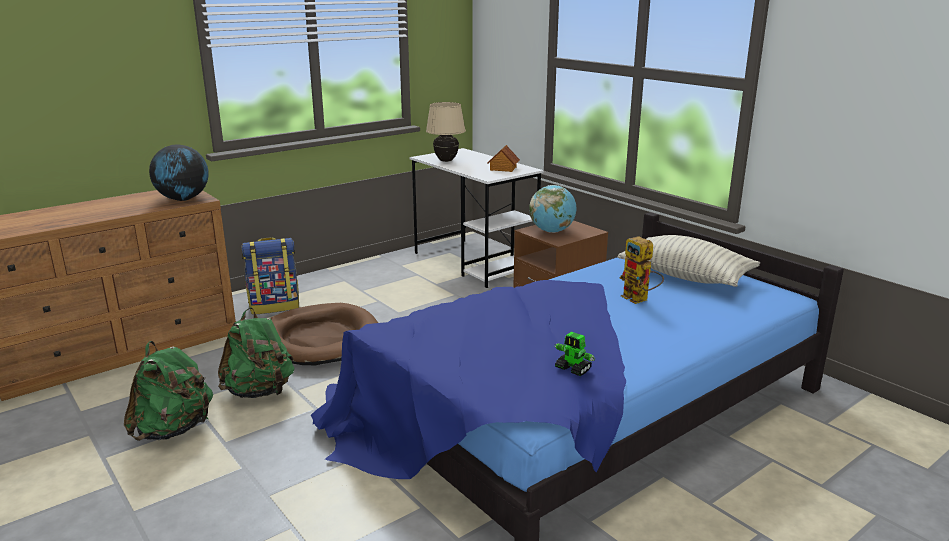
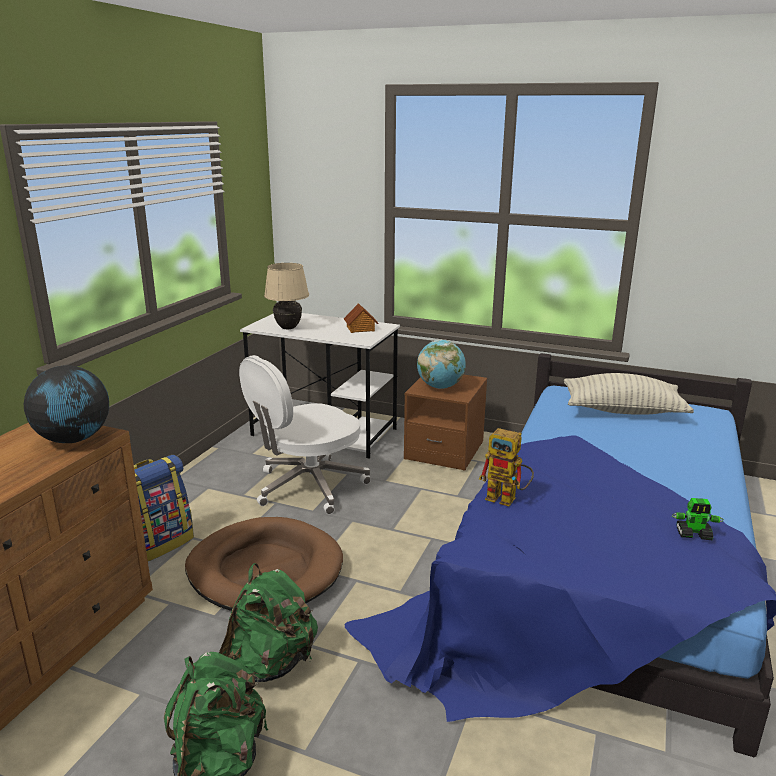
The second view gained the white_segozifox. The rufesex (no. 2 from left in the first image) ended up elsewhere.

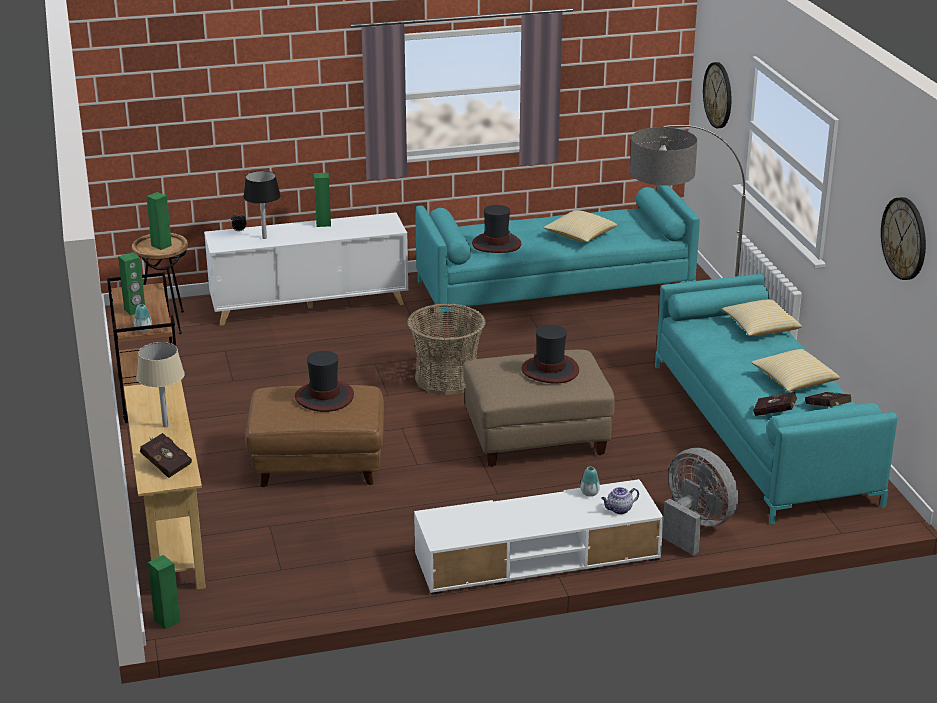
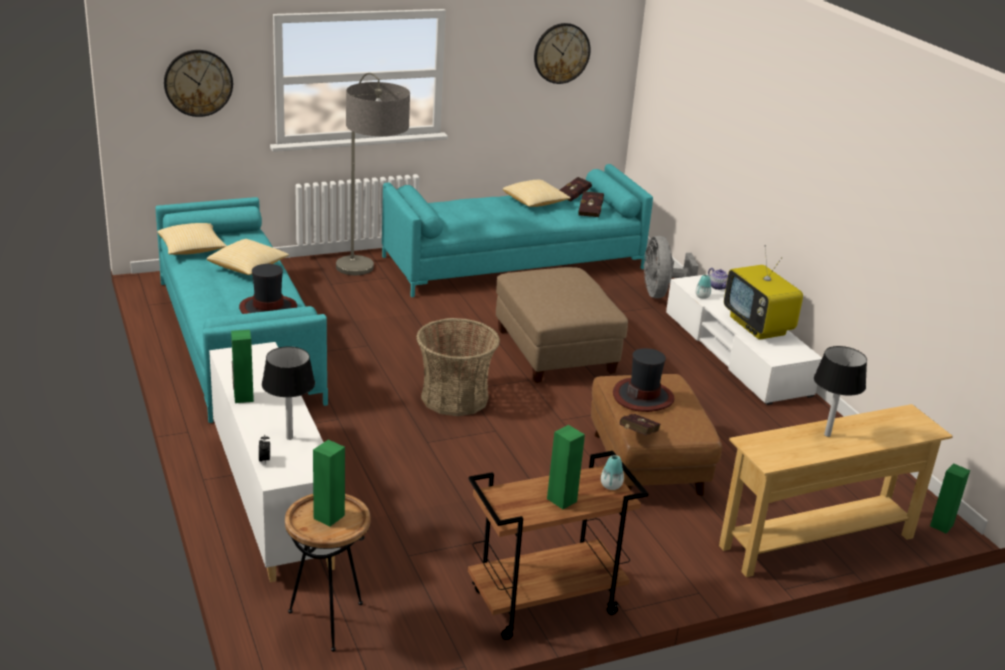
The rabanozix (no. 2 from left in the first image) ended up elsewhere. The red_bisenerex (no. 1 from left in the first image) ended up elsewhere. The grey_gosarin ended up facing another way, 45 degrees counterclockwise from before. The second view gained the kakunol. What was the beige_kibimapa turned into the black_kibimapa (no. 2 from left). The second view lost the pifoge (no. 3 from left).

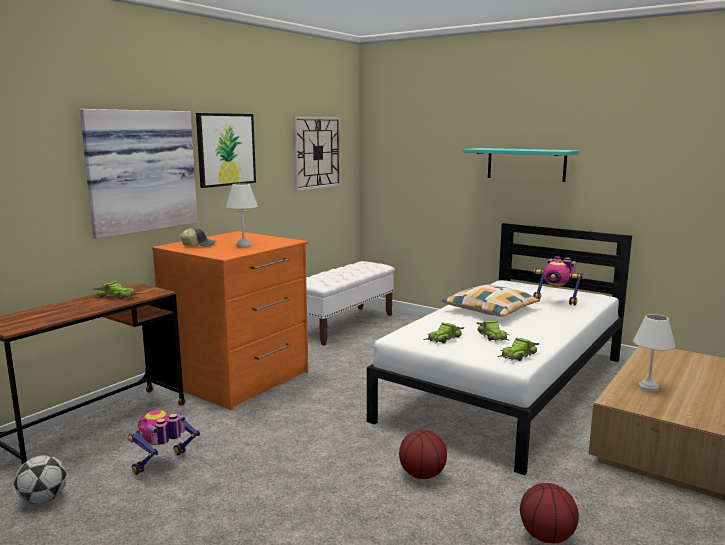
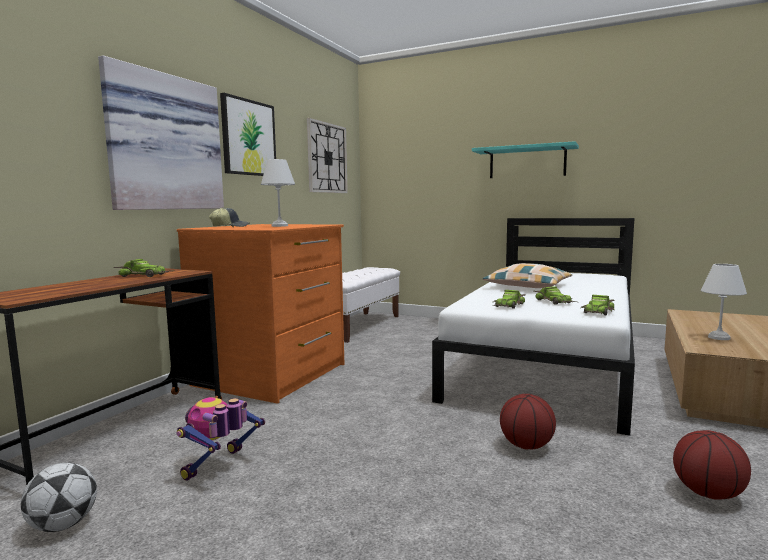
The second view lost the rufesex (no. 2 from left).

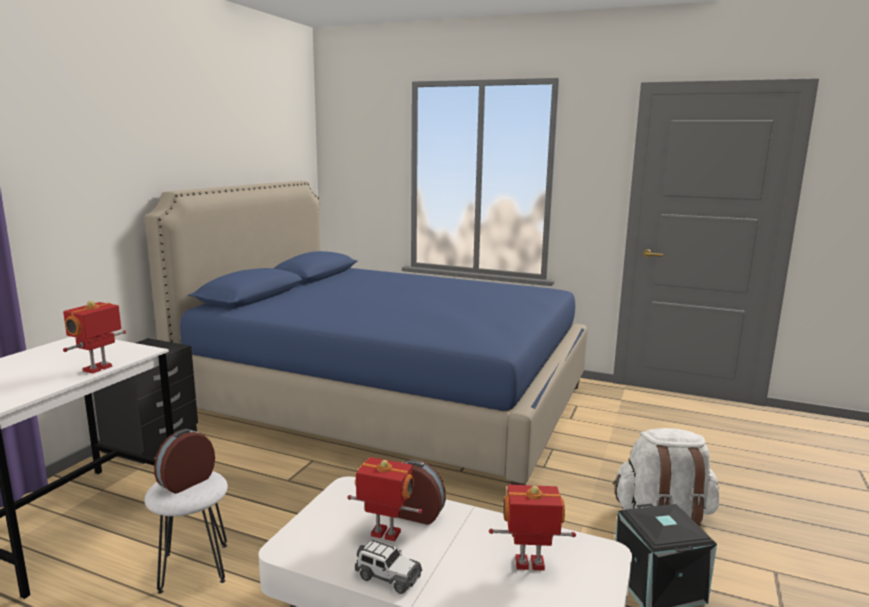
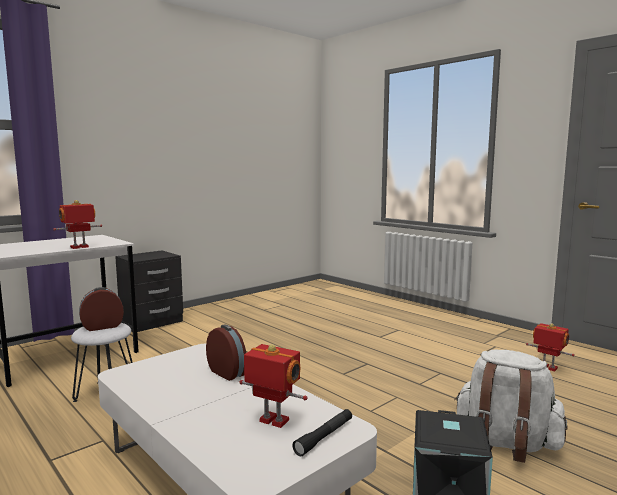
The second view gained the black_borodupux. The rufesex (no. 2 from left in the first image) ended up elsewhere. The second view lost the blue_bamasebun. The second view lost the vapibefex.

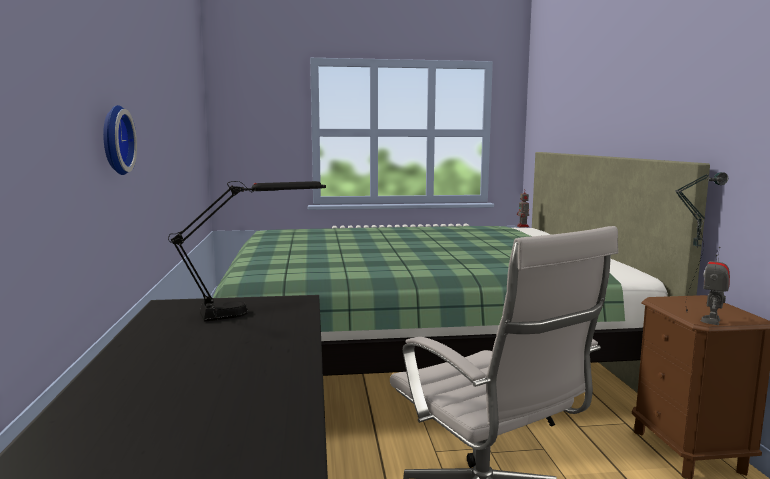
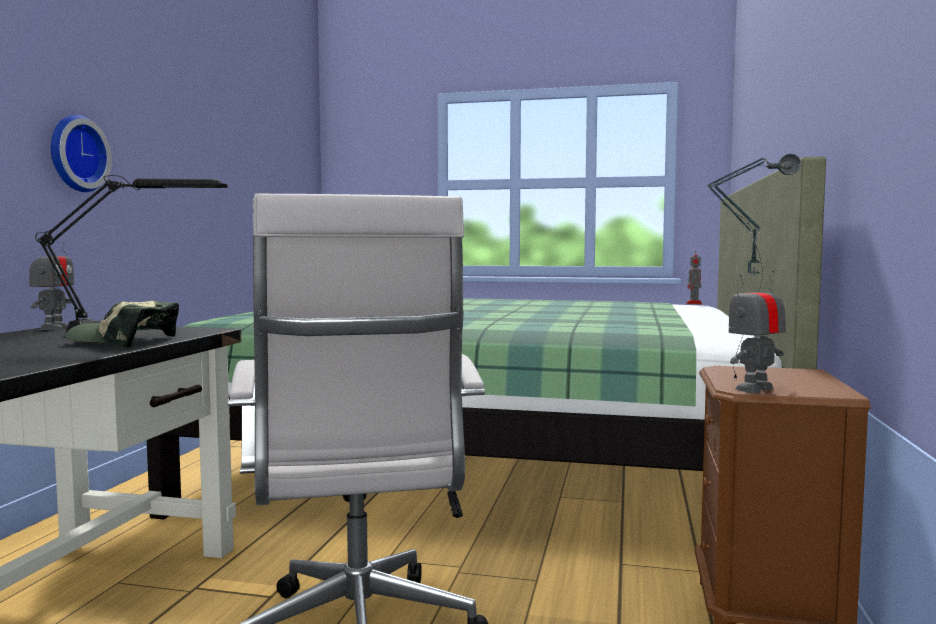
The second view gained the rufesex (no. 1 from left). The second view gained the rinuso.

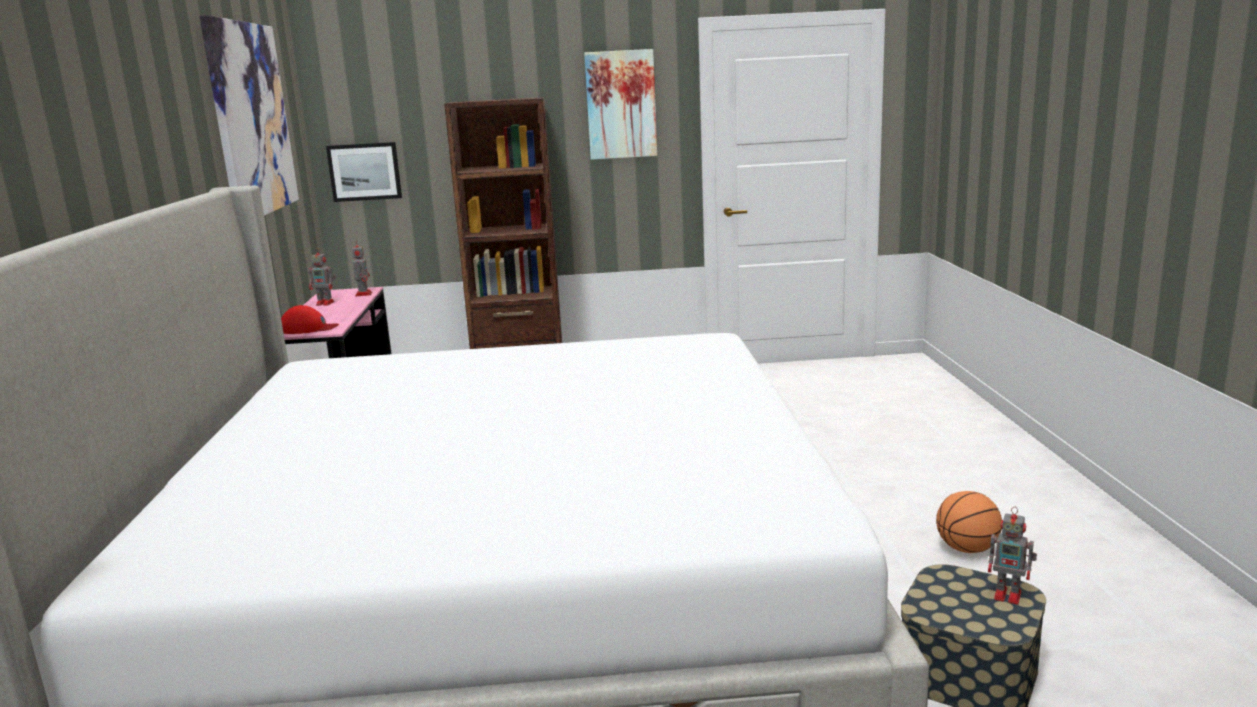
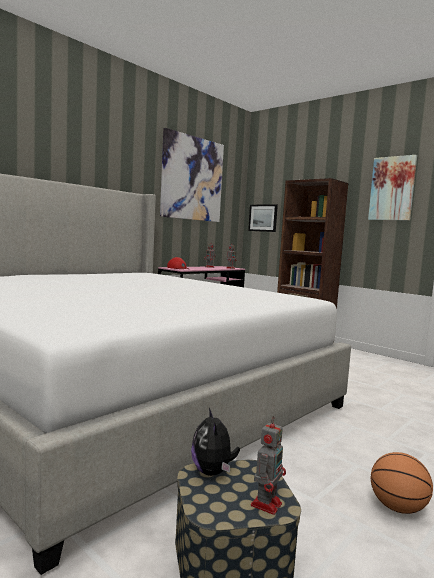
The second view gained the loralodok. The rufesex (no. 3 from left) ended up facing another way, 135 degrees counterclockwise from before.

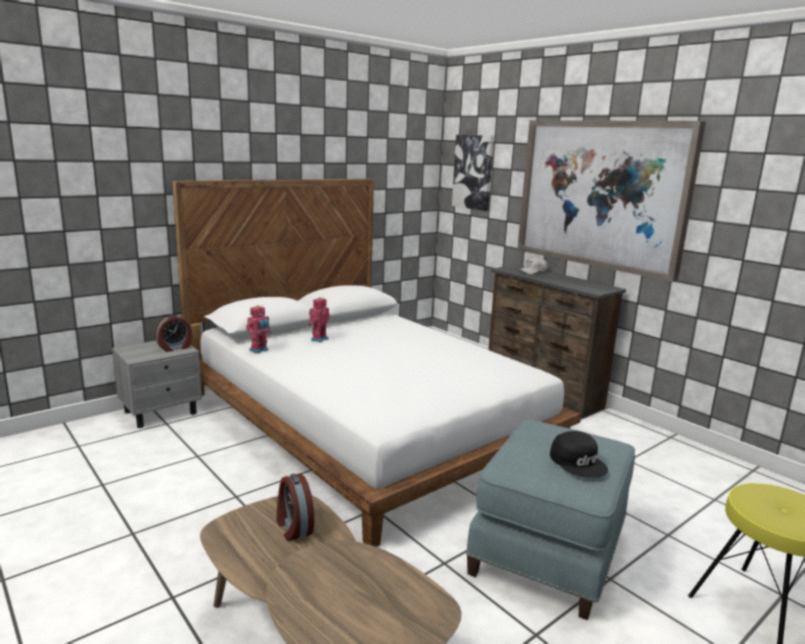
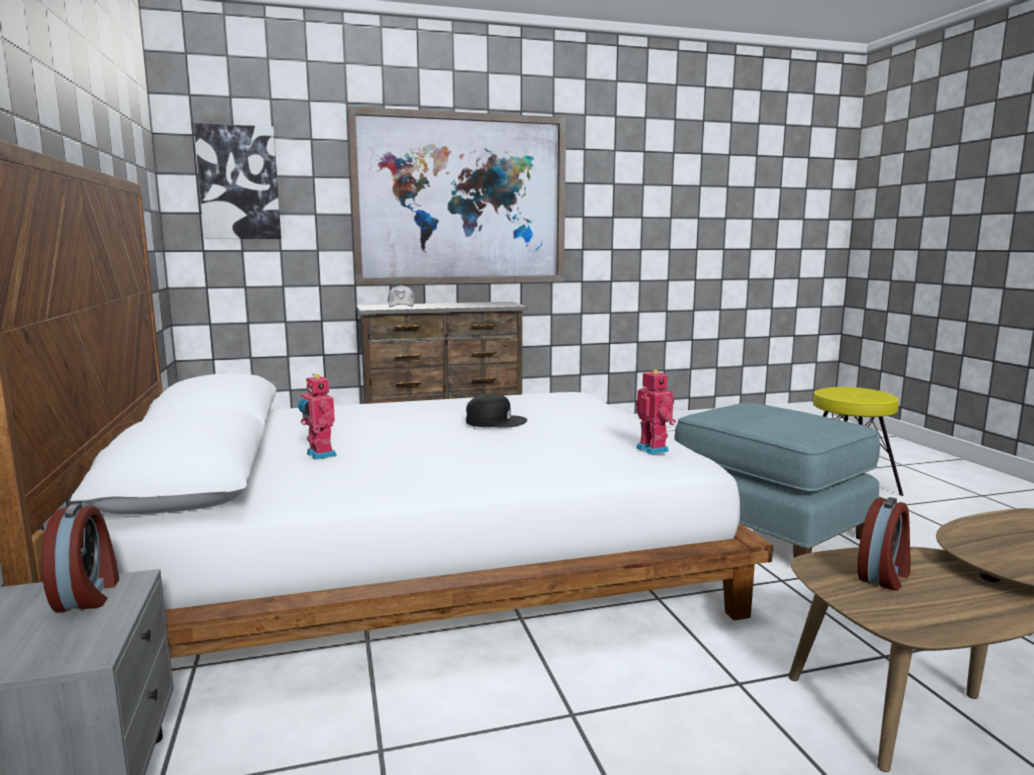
The black_rinuso ended up elsewhere. The rufesex (no. 1 from left in the first image) ended up elsewhere. The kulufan (no. 2 from left) ended up facing another way, 45 degrees counterclockwise from before.

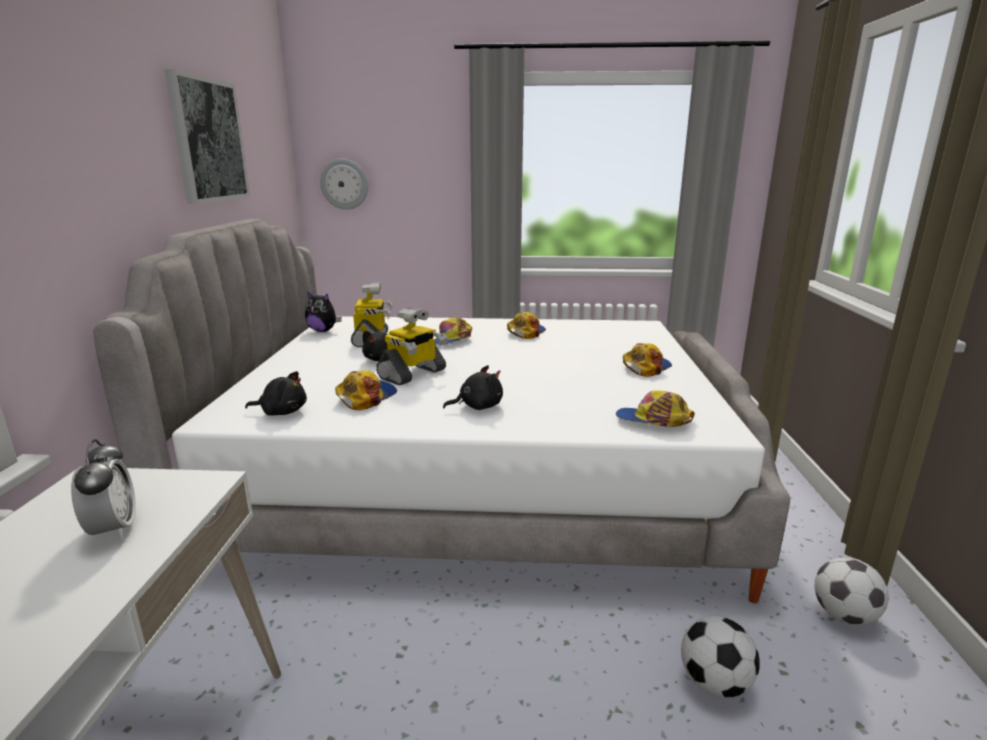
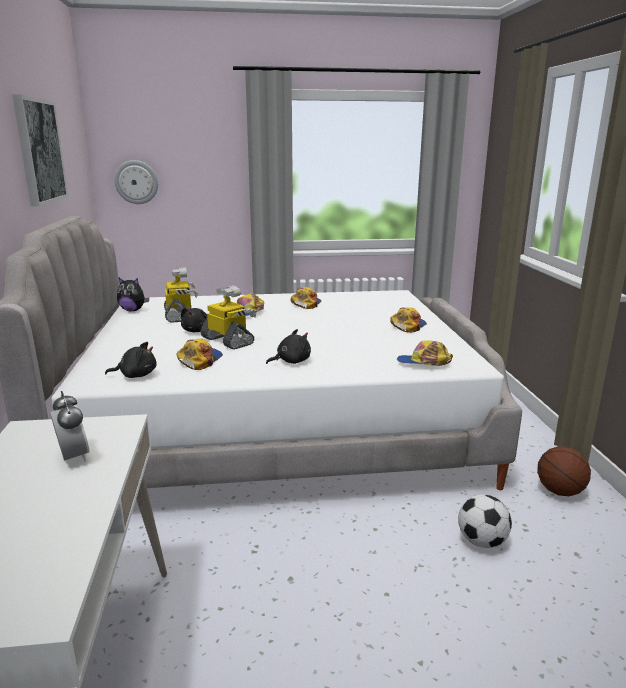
The rufesex (no. 2 from left) ended up facing another way, 75 degrees counterclockwise from before. Where the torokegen (no. 2 from left) stood, the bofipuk came to stand.

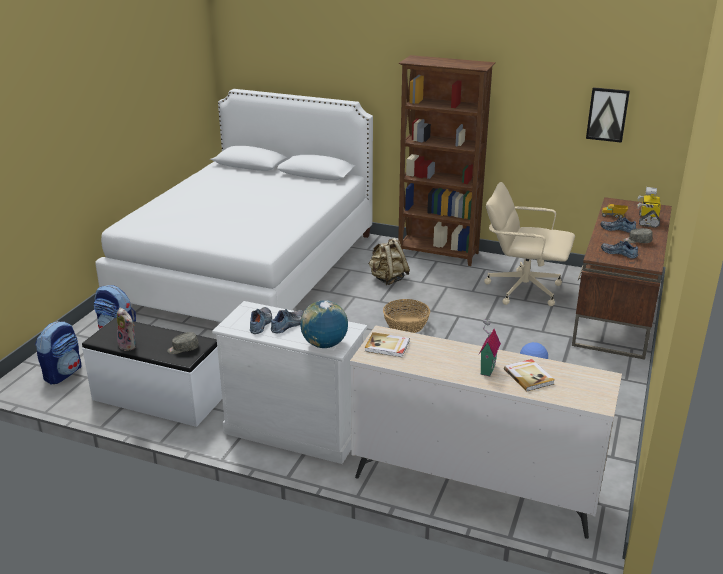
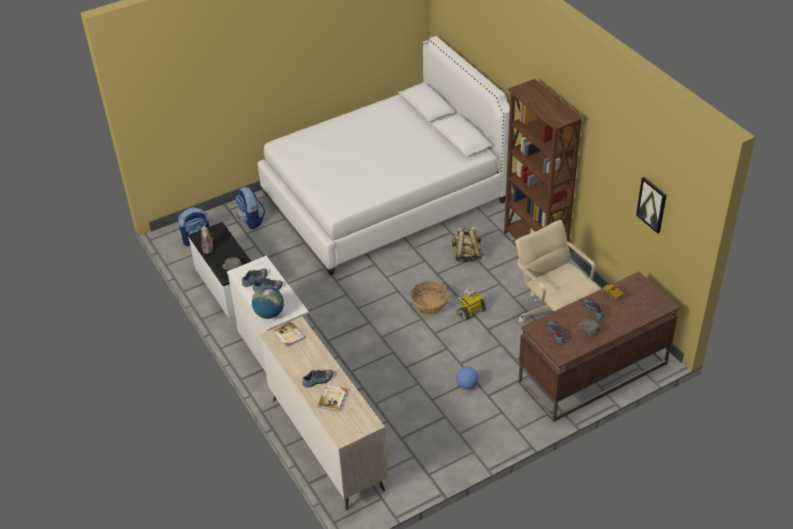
Where the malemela stood, the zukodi (no. 3 from left) came to stand. The rufesex ended up elsewhere.

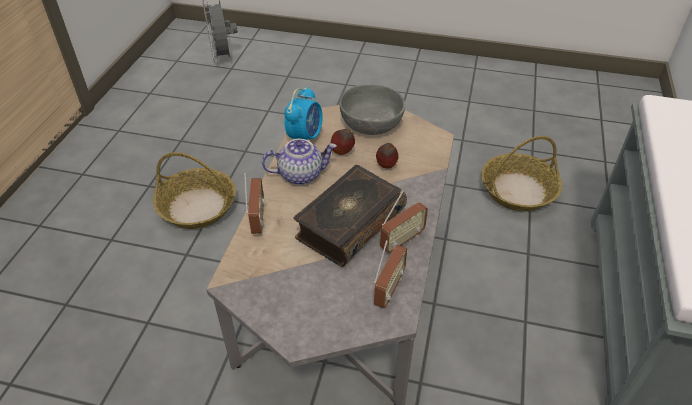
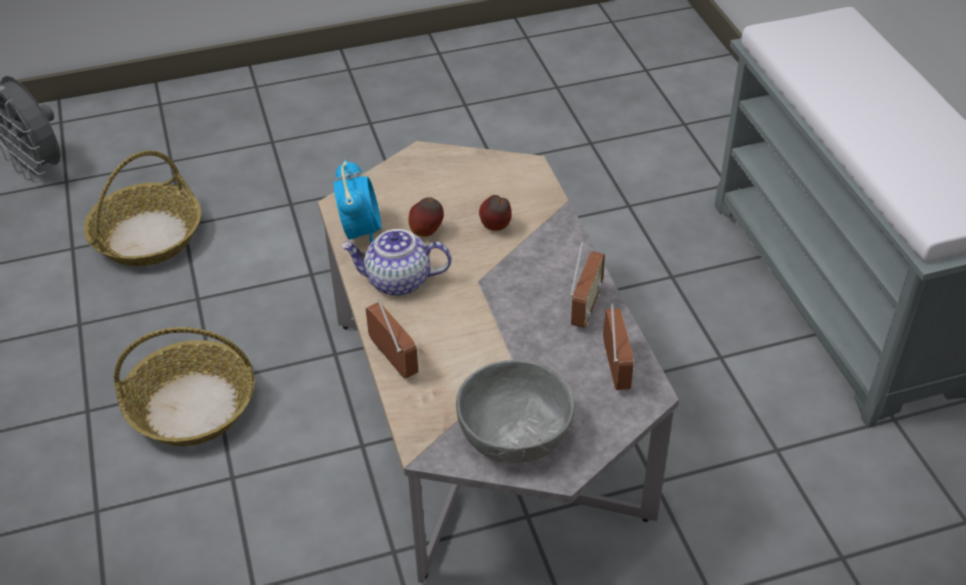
The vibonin (no. 2 from left in the first image) ended up elsewhere. The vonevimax ended up facing another way, 135 degrees counterclockwise from before. The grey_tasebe ended up elsewhere. The second view lost the bisenerex.

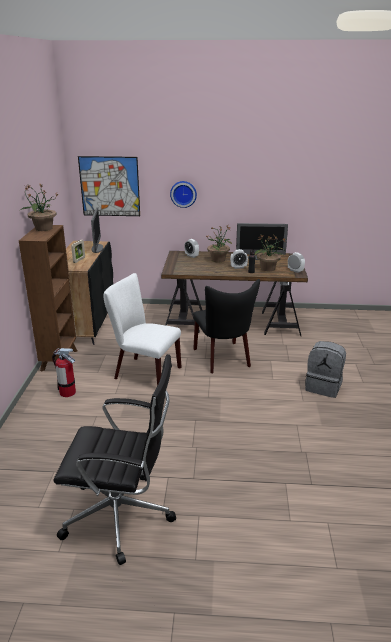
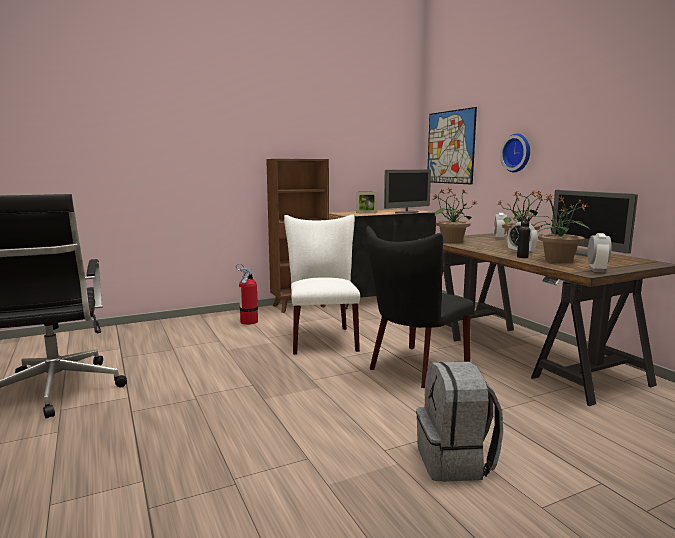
The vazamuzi (no. 1 from left) ended up elsewhere.

